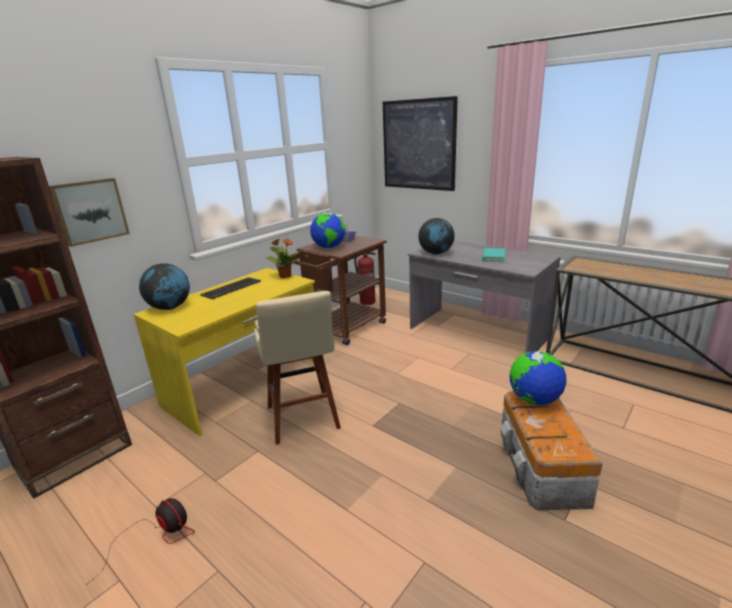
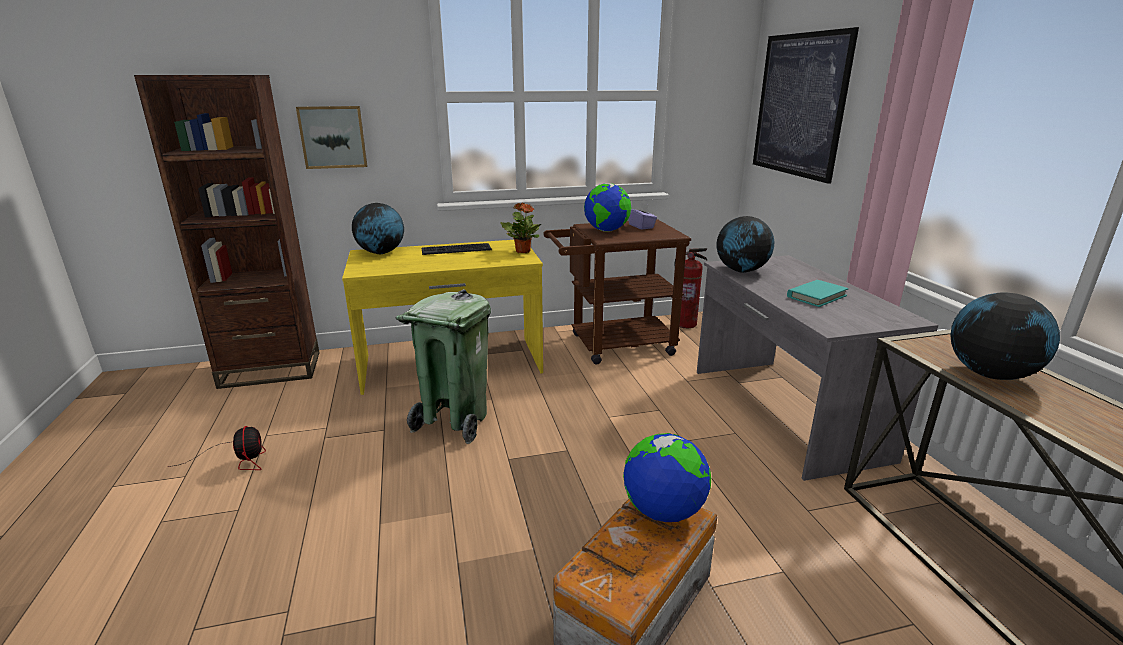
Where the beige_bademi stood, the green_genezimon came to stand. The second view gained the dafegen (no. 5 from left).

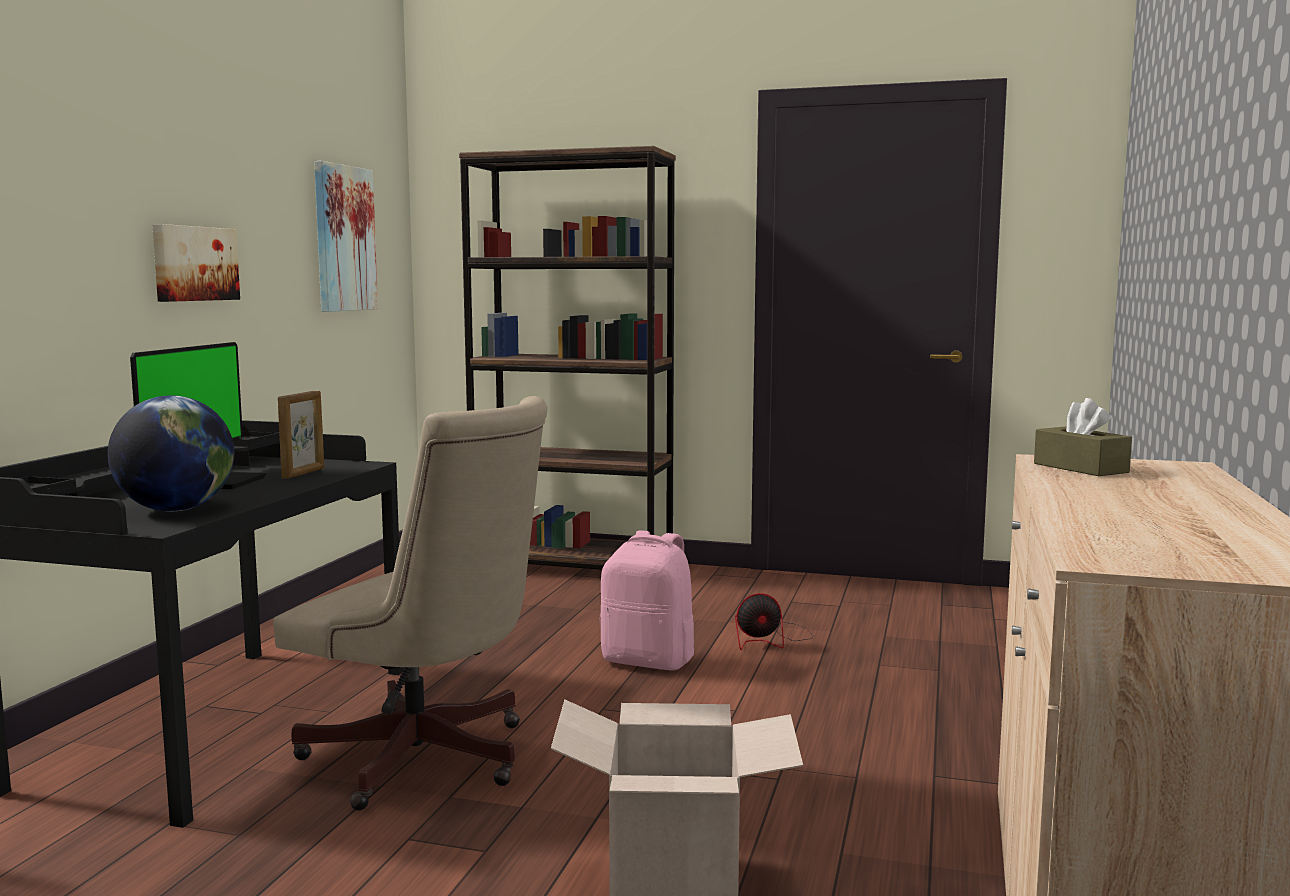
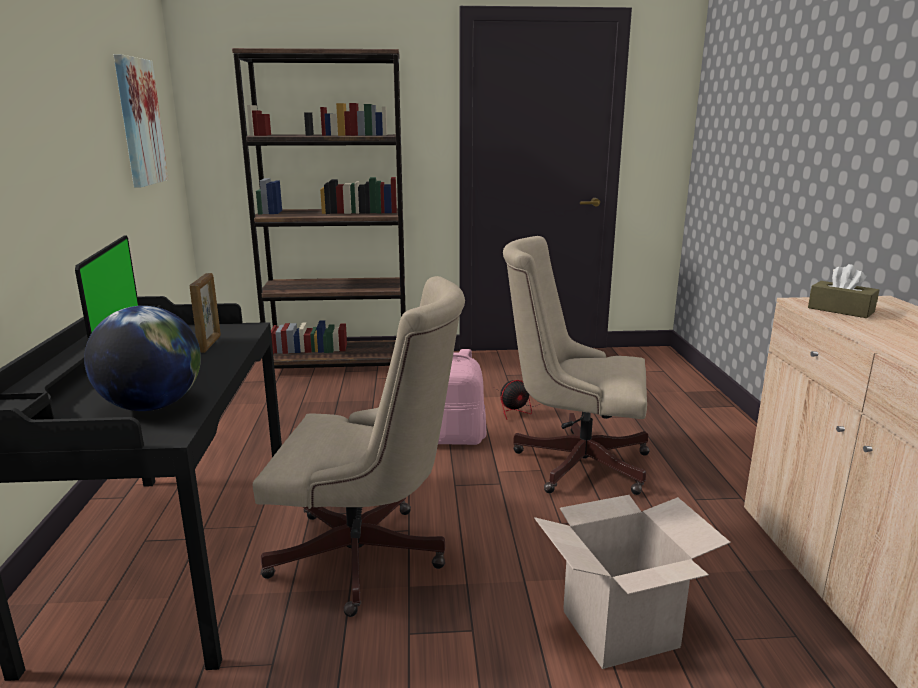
The second view gained the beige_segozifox (no. 2 from left). The second view lost the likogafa (no. 1 from left).

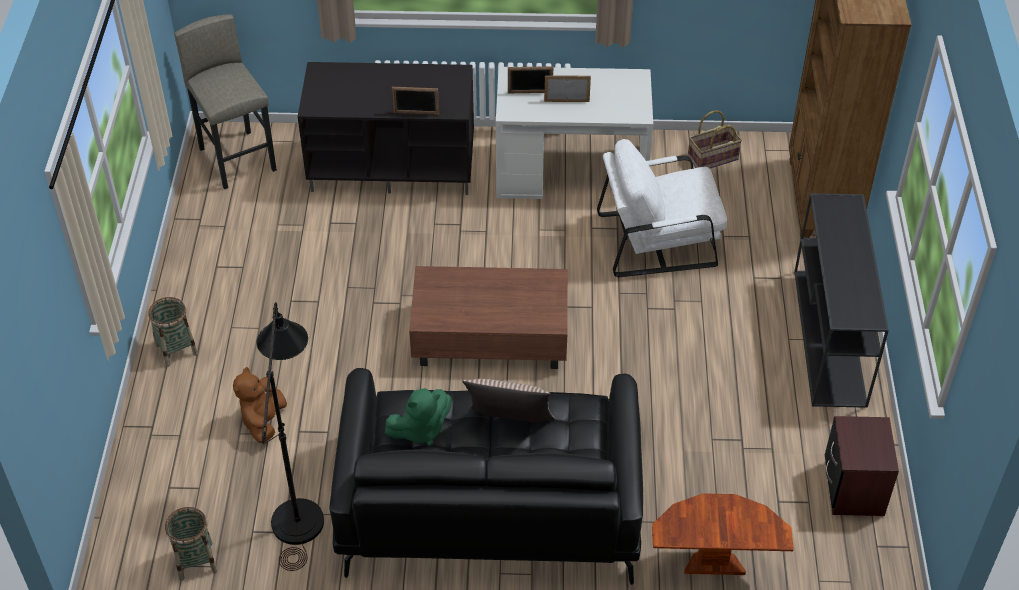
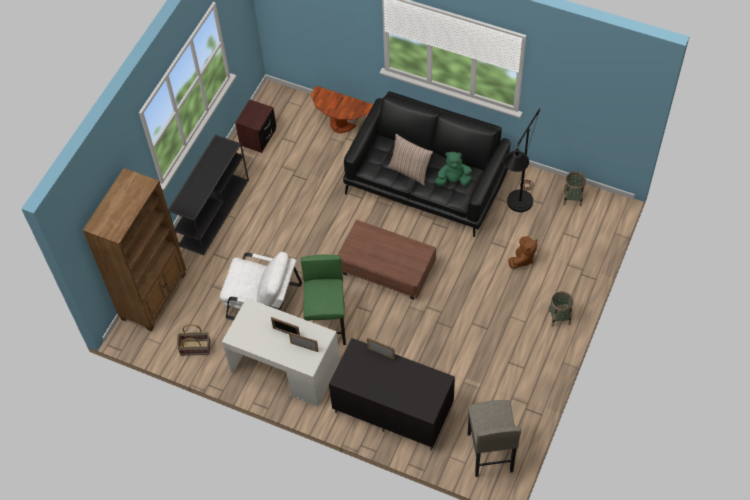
The second view gained the green_bademi.

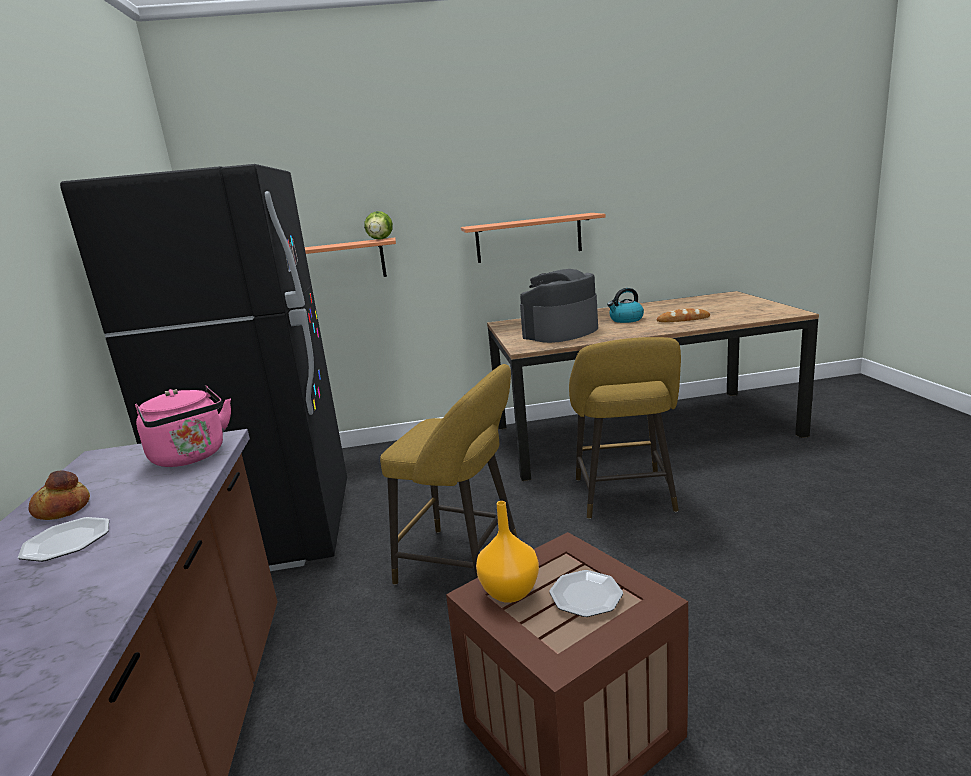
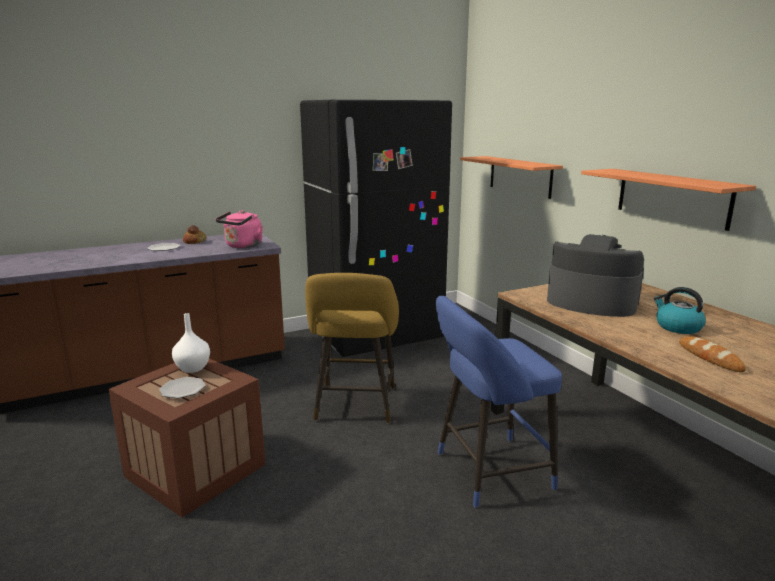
What was the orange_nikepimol turned into the white_nikepimol. What was the yellow_bademi (no. 2 from left) turned into the blue_bademi. The second view lost the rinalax.

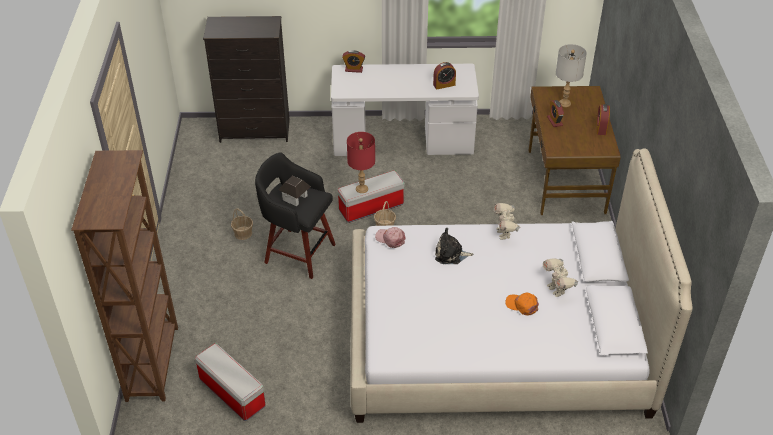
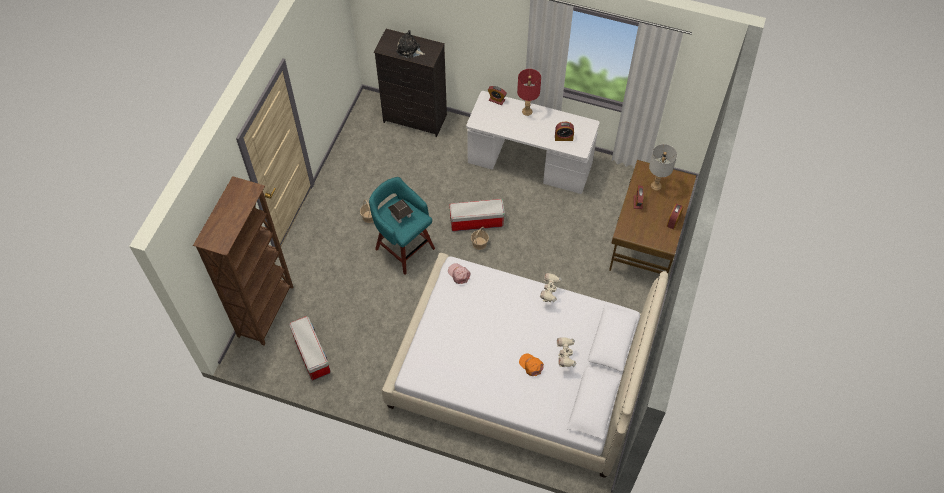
What was the black_bademi turned into the turquoise_bademi. The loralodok ended up elsewhere. The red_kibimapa ended up elsewhere.

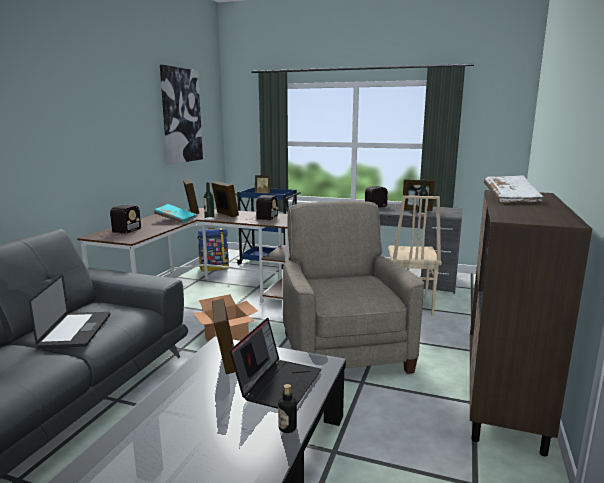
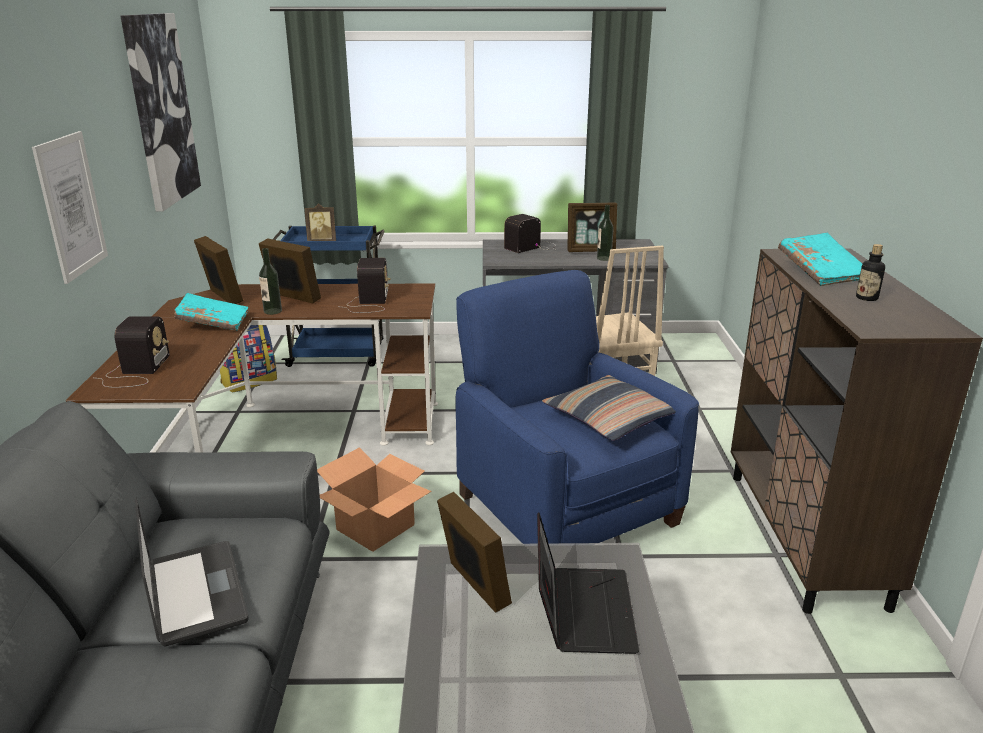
The second view gained the likogafa (no. 1 from left). What was the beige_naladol turned into the blue_naladol. The second view gained the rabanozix. What was the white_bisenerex turned into the turquoise_bisenerex (no. 2 from left). The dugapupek (no. 2 from left in the first image) ended up elsewhere.

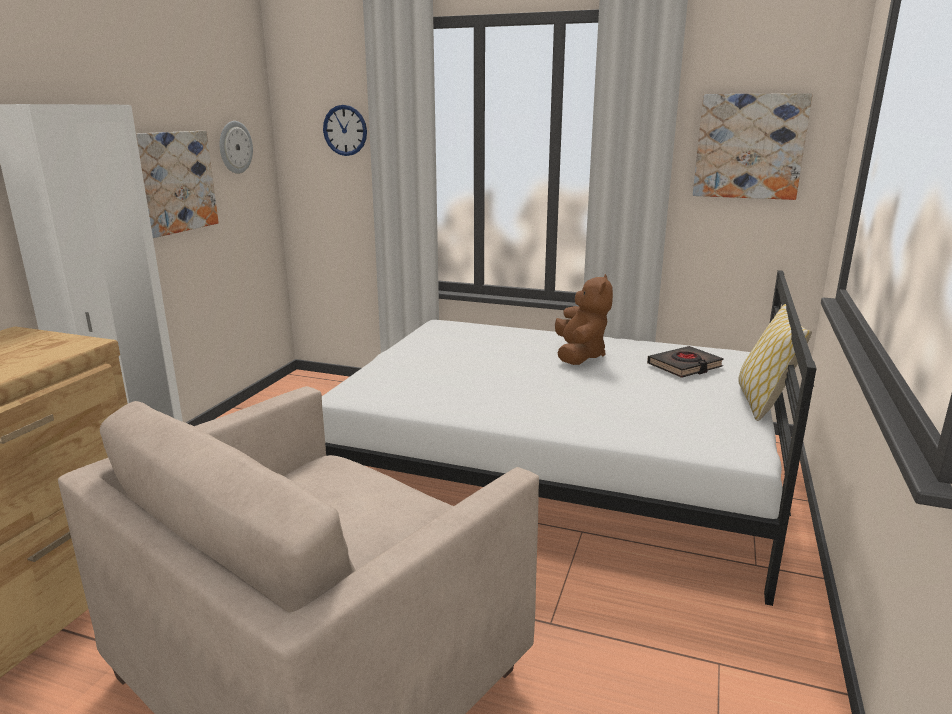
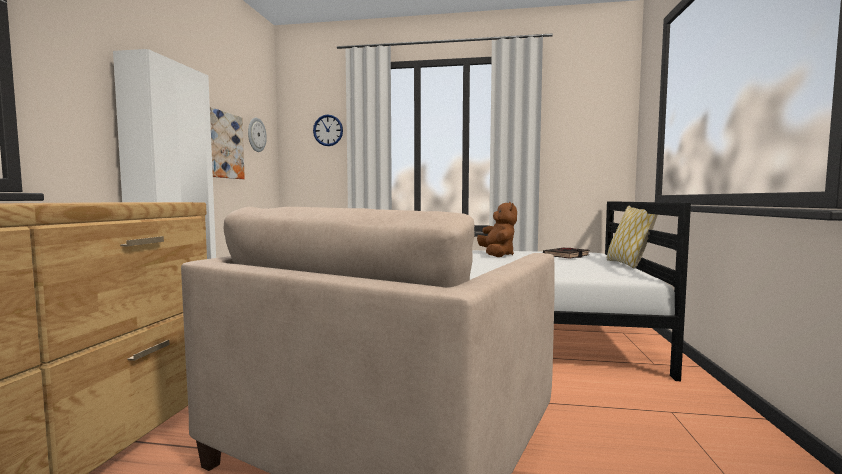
The second view lost the likogafa (no. 2 from left).

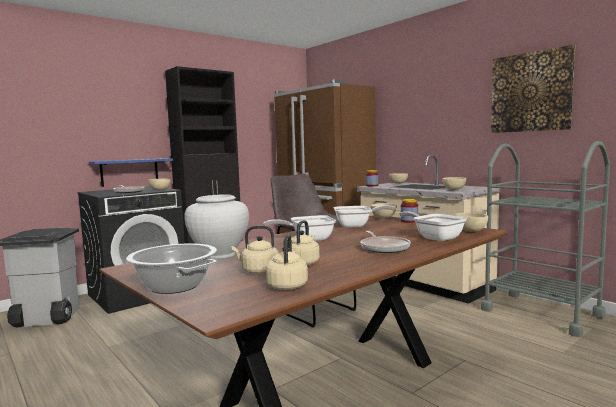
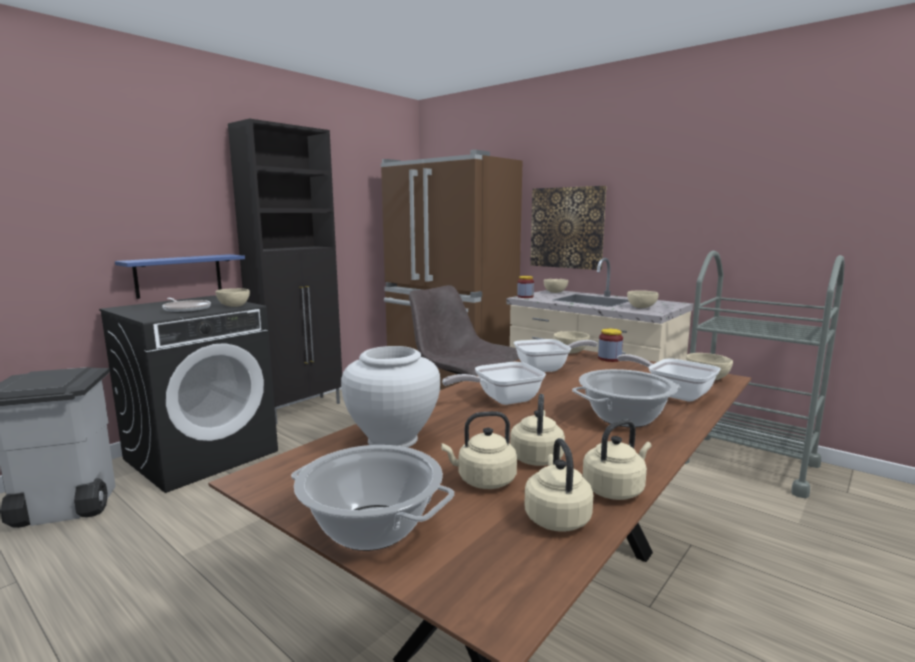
The likogafa ended up elsewhere. Where the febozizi (no. 4 from left) stood, the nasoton (no. 2 from left) came to stand. The second view gained the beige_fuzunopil (no. 4 from left).

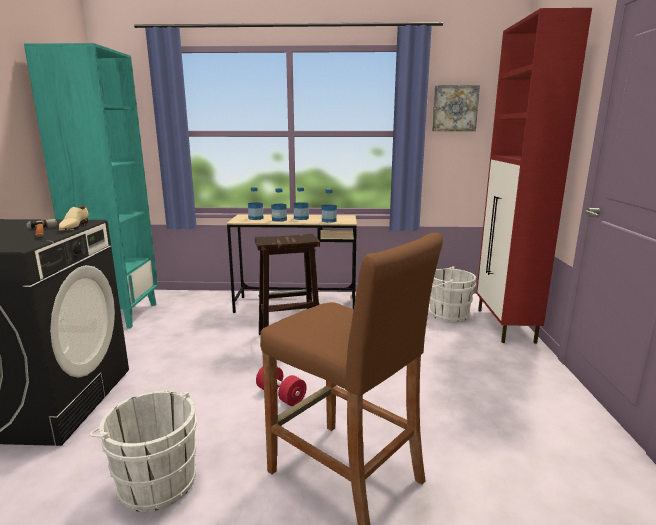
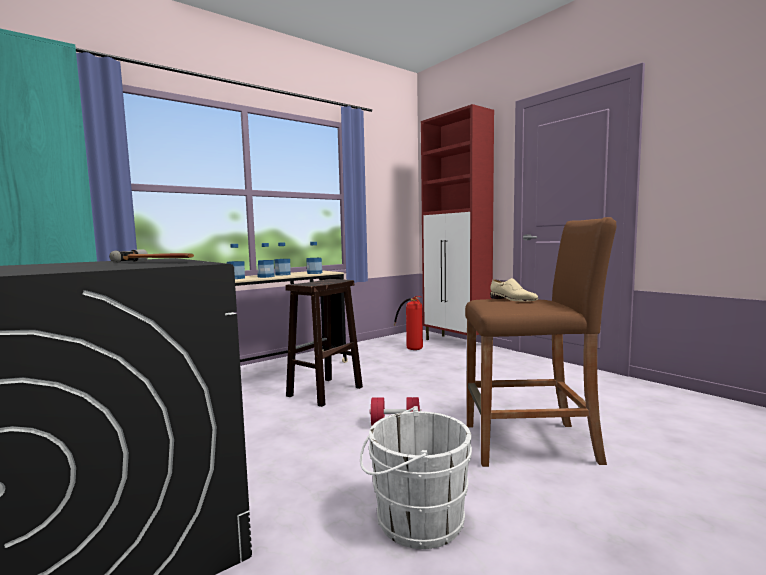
Where the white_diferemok (no. 2 from left) stood, the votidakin came to stand. The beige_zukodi ended up elsewhere. The second view lost the likogafa.

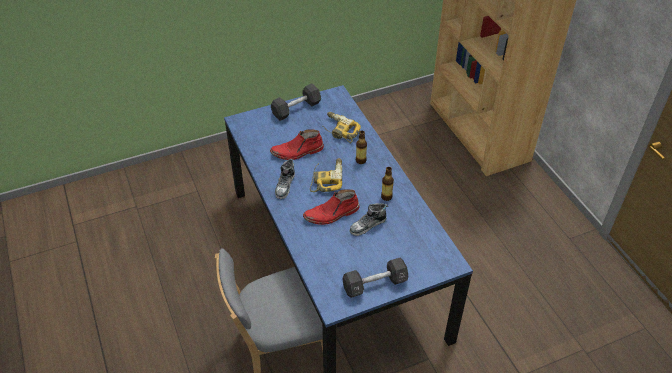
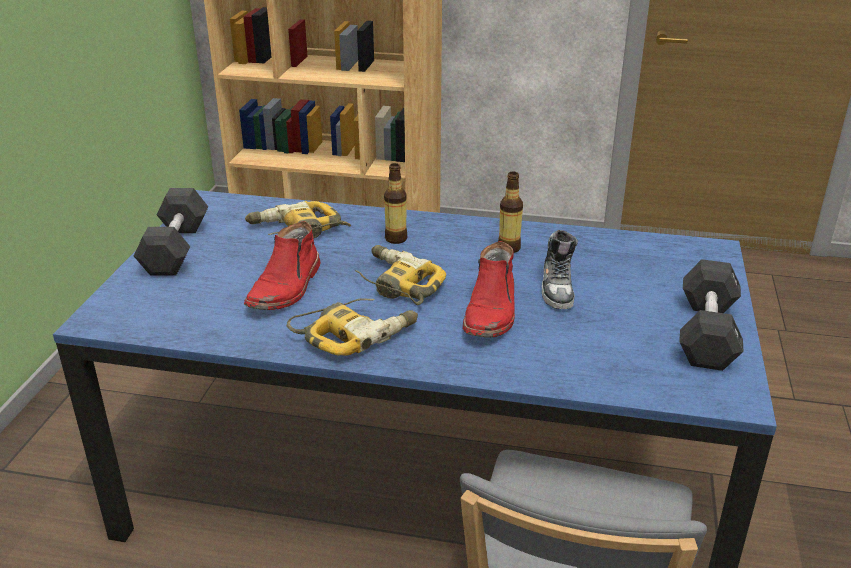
Where the zukodi (no. 1 from left) stood, the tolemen (no. 2 from left) came to stand.

